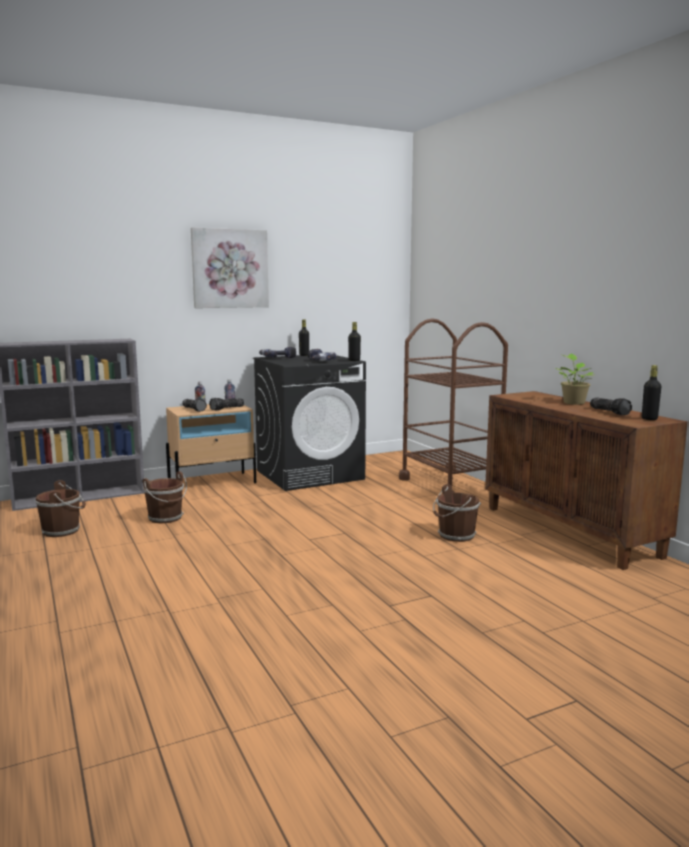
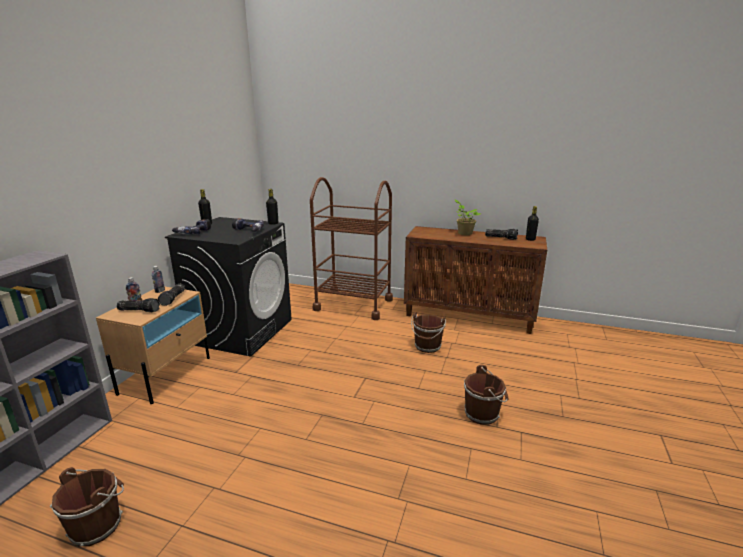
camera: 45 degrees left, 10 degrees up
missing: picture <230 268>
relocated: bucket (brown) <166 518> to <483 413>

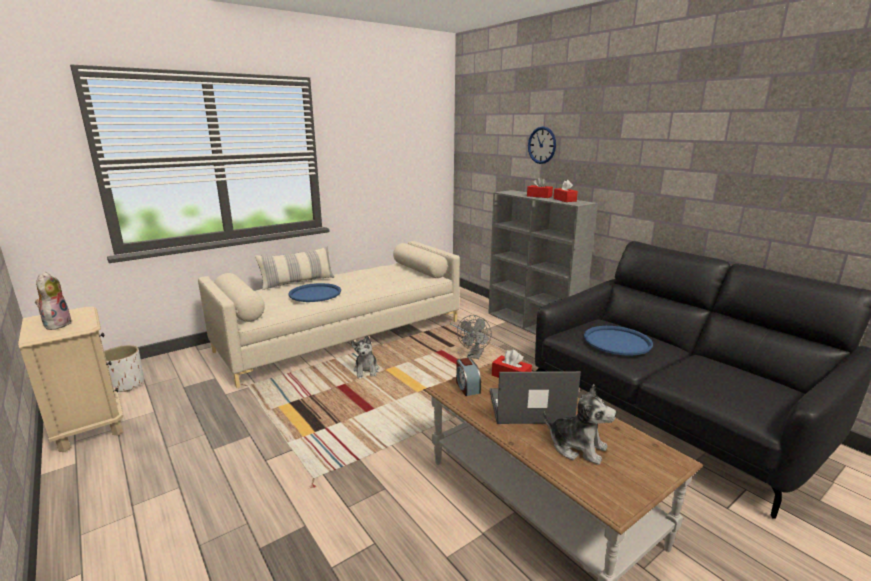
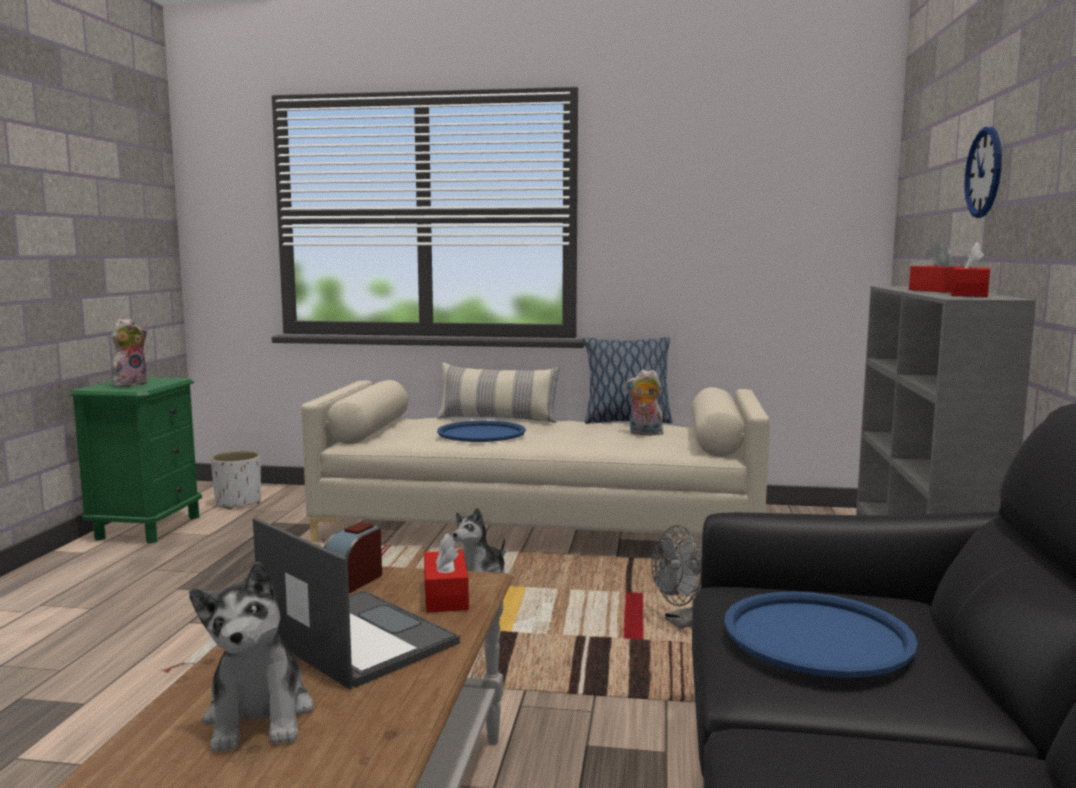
camera: 45 degrees right, 10 degrees down
appeared: pillow <626 421>; plush toy <644 434>
colour: nightstand (beige) <89 426> to nightstand (green) <148 527>

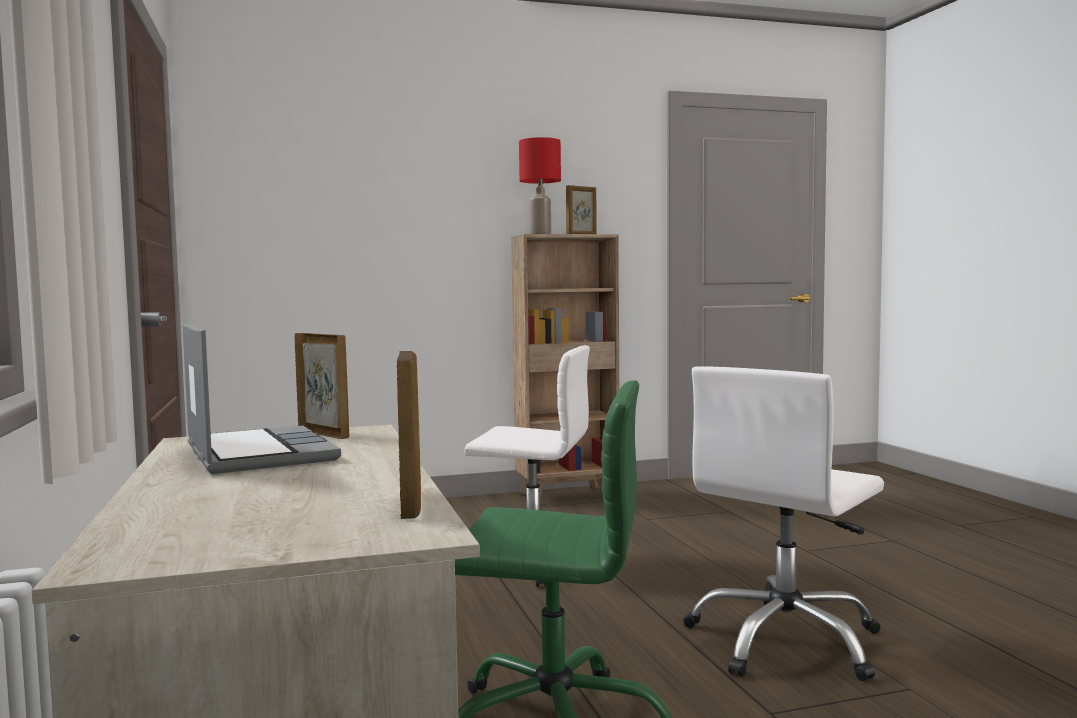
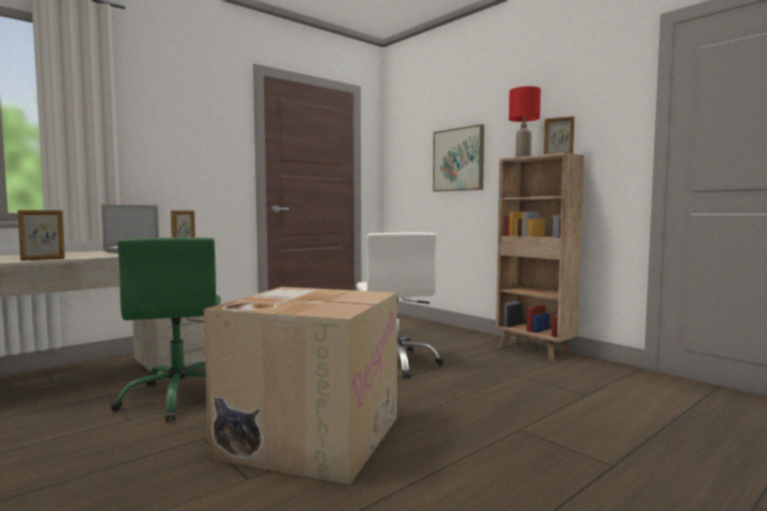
camera: 65 degrees right, 0 degrees up
appeared: picture <458 159>
exchanged: office chair (white) <785 641> to cardboard box <310 435>

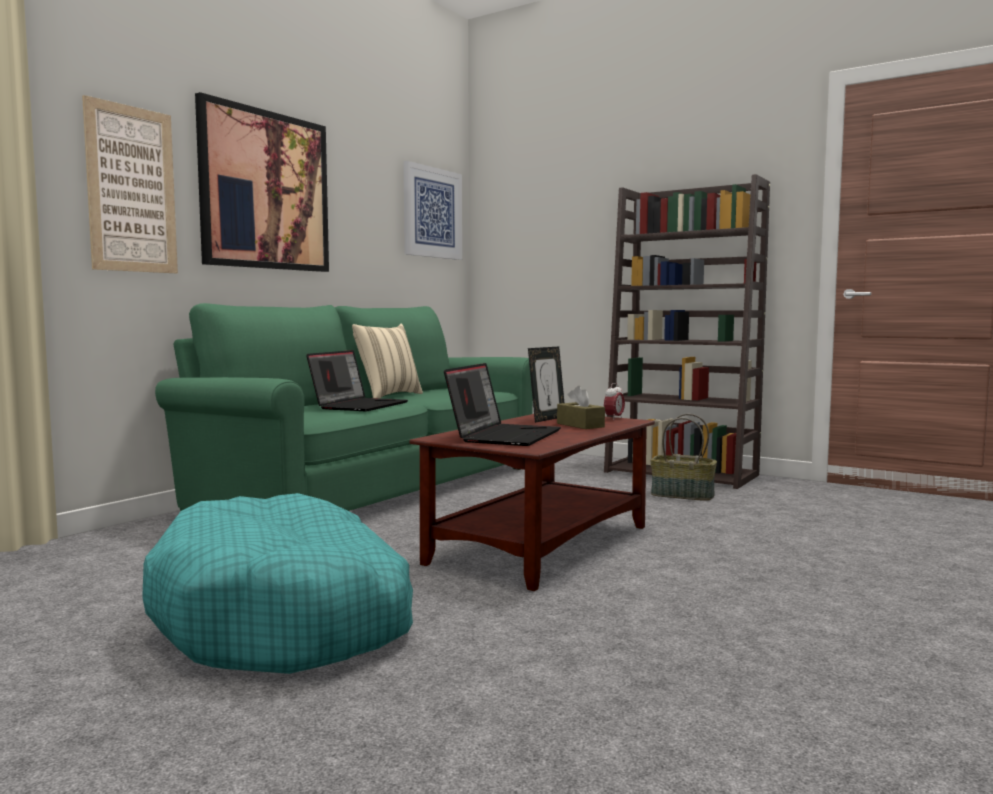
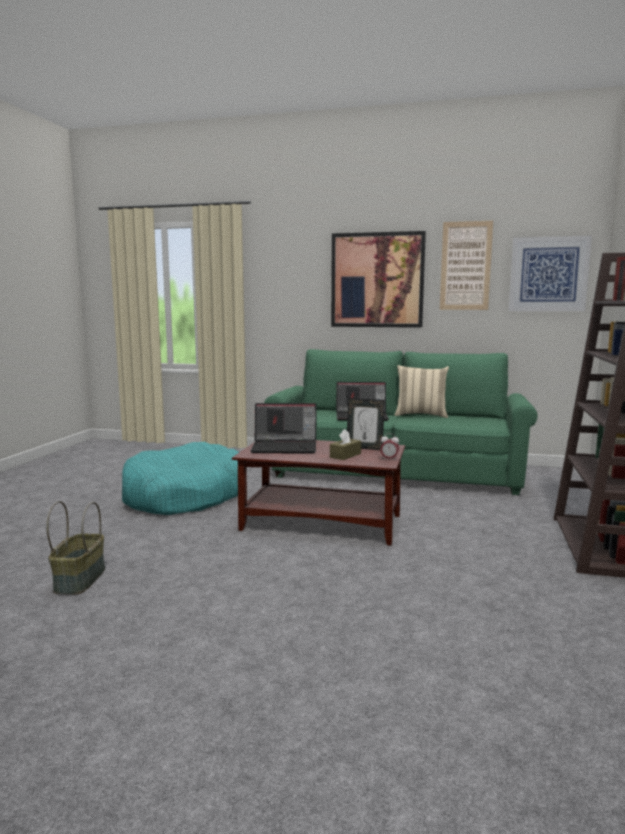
camera: 70 degrees right, 5 degrees up
relocated: picture <131 189> to <465 266>; basket <681 495> to <79 579>

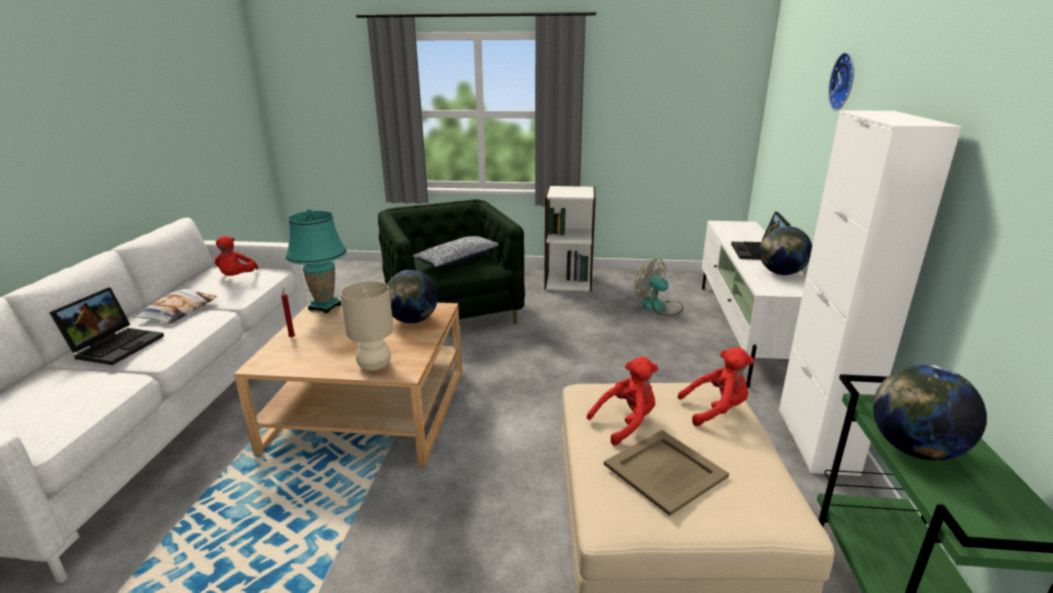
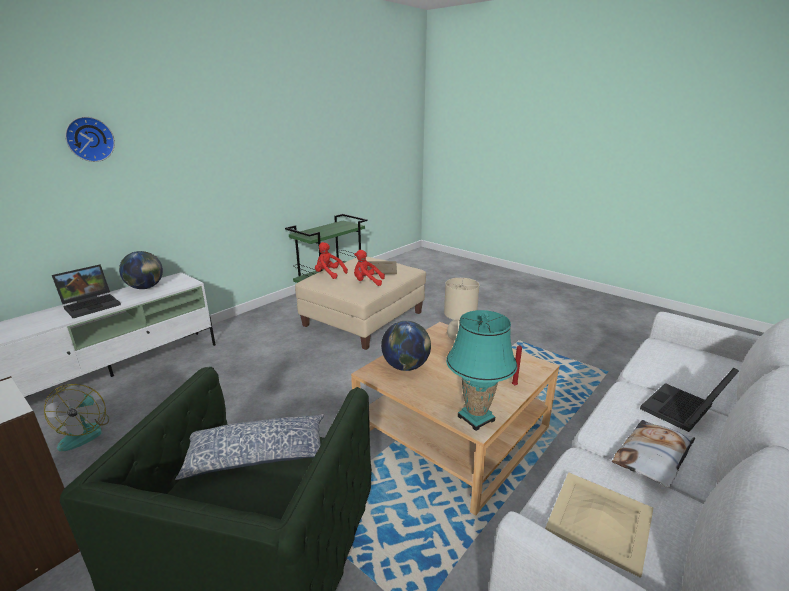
camera: 145 degrees left, 0 degrees up
missing: cabinet (white) <816 440>; globe <914 450>
exchanged: plush toy (red) <237 278> to tray (beige) <600 520>

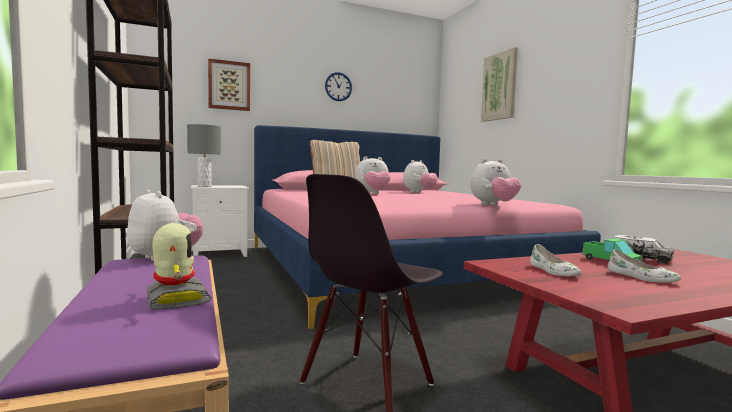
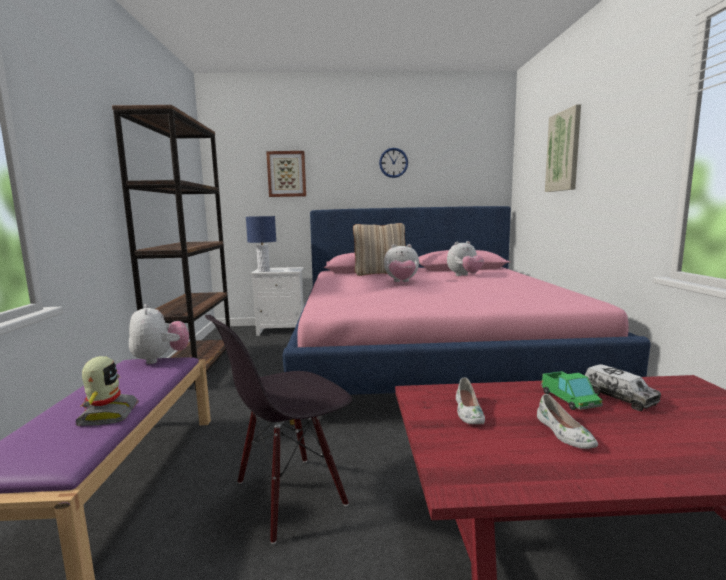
camera: 20 degrees right, 5 degrees up
missing: plush toy <493 205>
colour: table lamp (grey) <204 186> to table lamp (blue) <264 271>

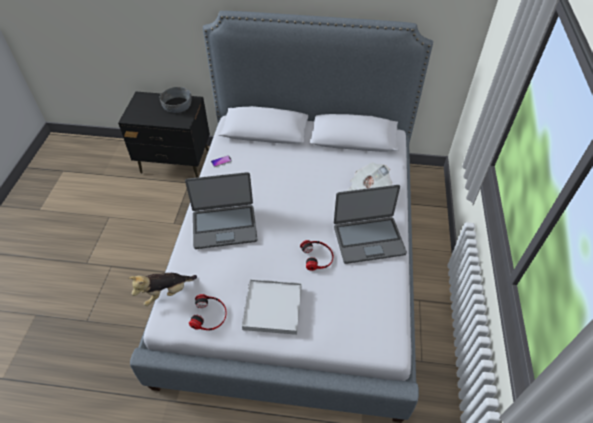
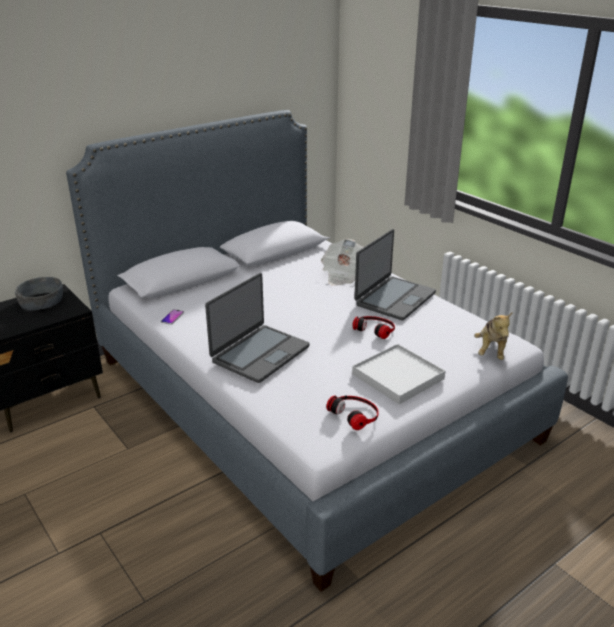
camera: 45 degrees left, 20 degrees down
relocated: plush toy <166 293> to <491 351>

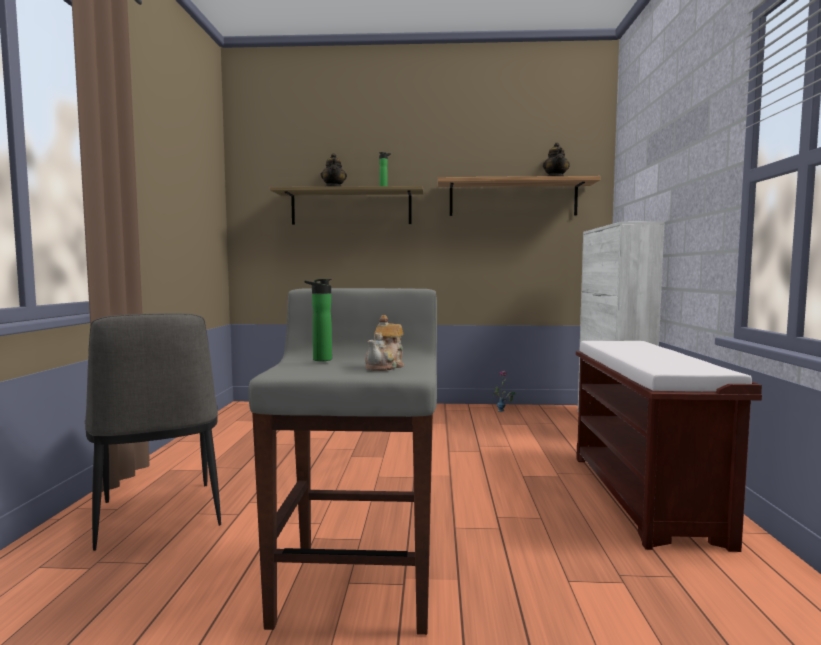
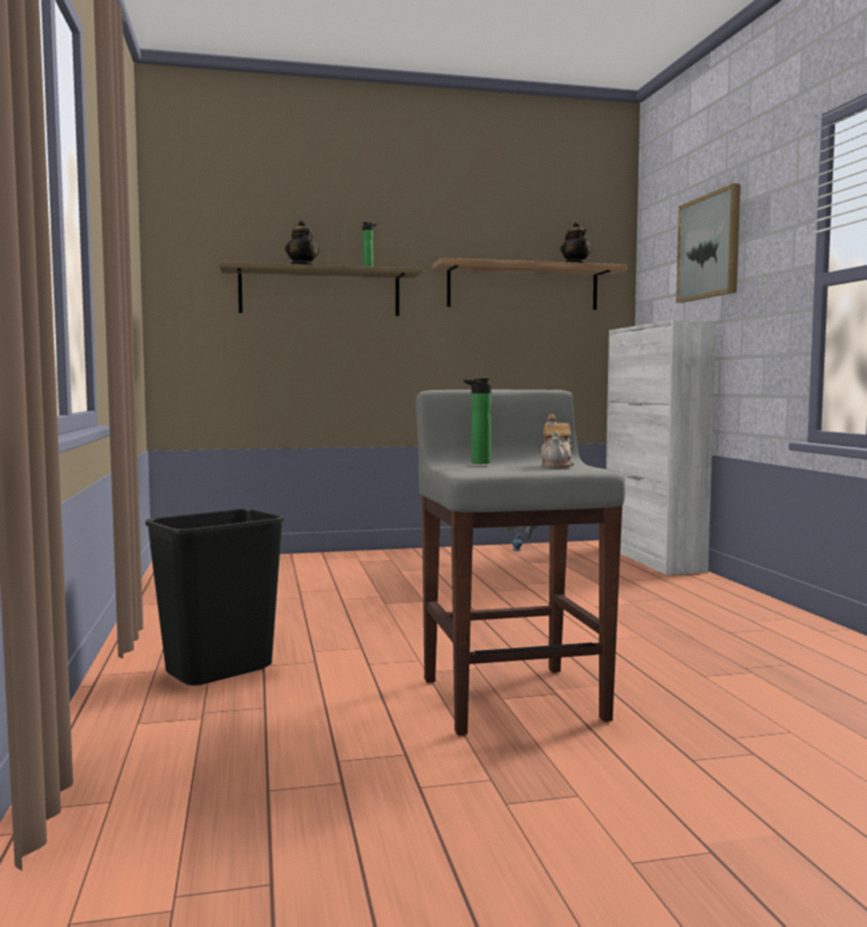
camera: 15 degrees left, 0 degrees up
missing: bench (brown) <644 497>
appeared: picture <709 247>
exchanged: chair <158 516> to trash can (black) <219 671>

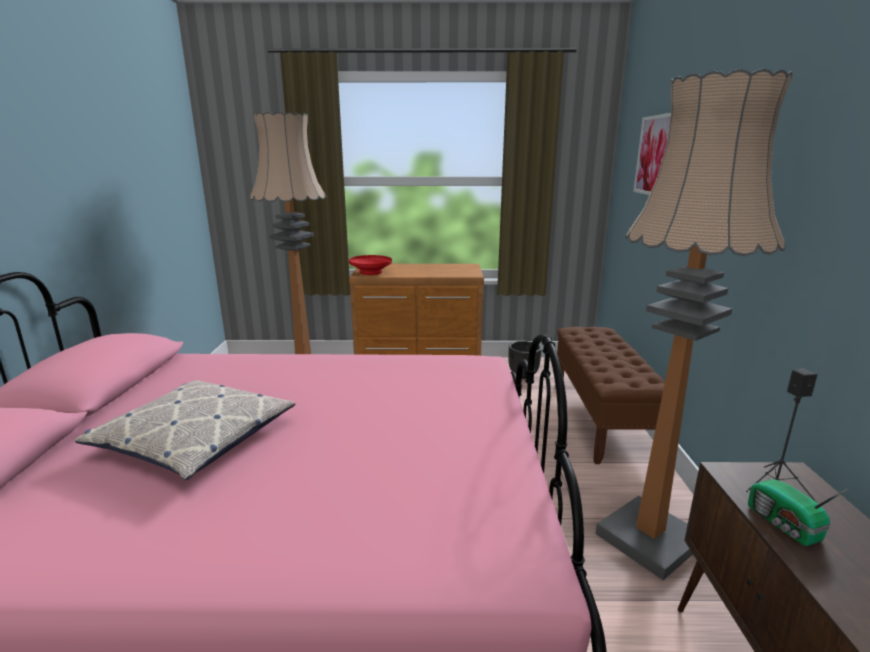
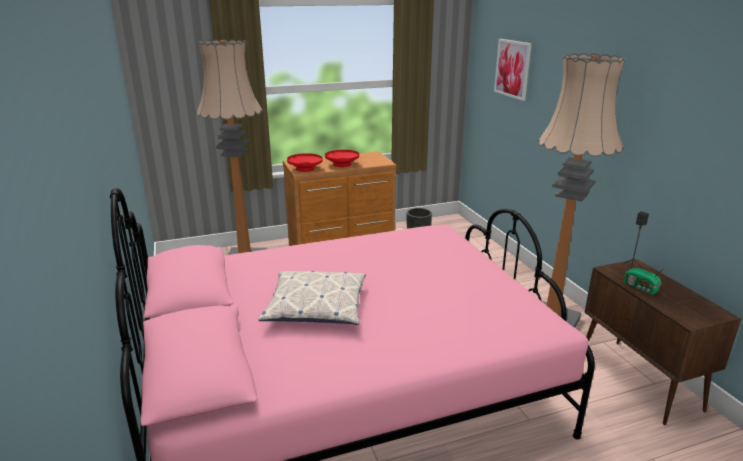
camera: 20 degrees left, 5 degrees up
missing: bench (brown) <601 419>
appeared: bowl (red) <342 164>

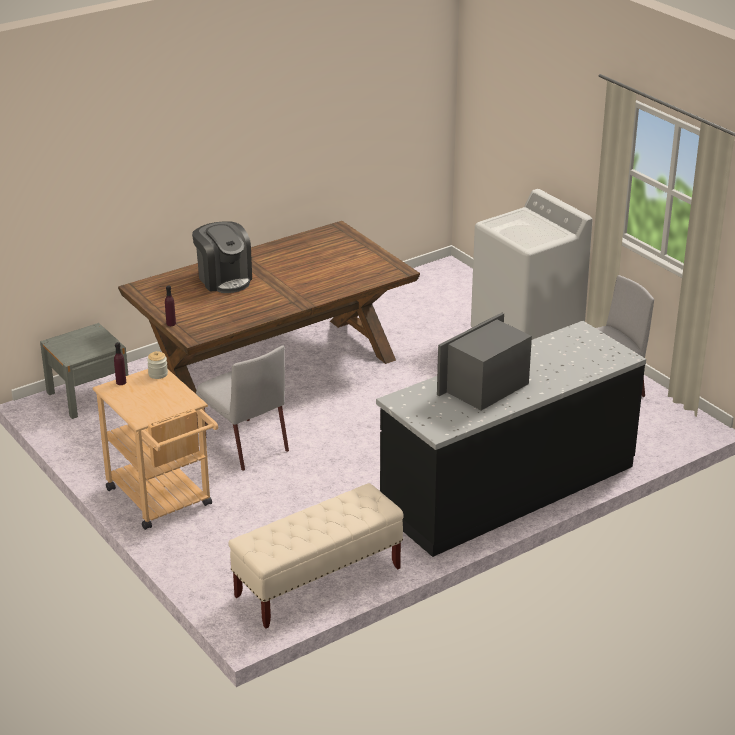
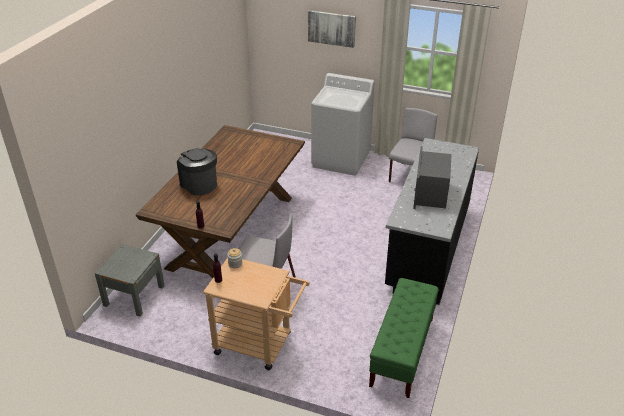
camera: 35 degrees left, 5 degrees up
appeared: picture <331 28>
colour: bench (beige) <318 583> to bench (green) <402 352>
spun: coffee machine <224 279> = <199 184> 150 degrees counterclockwise

